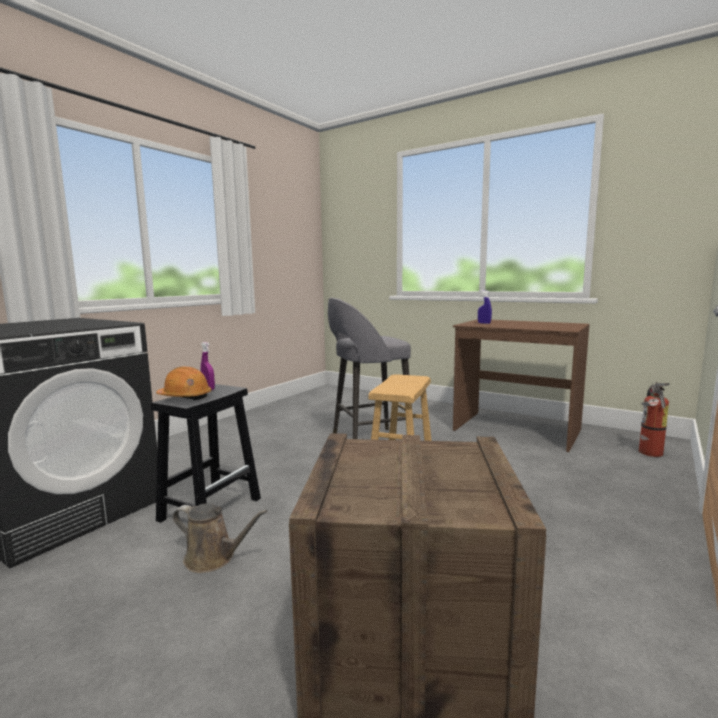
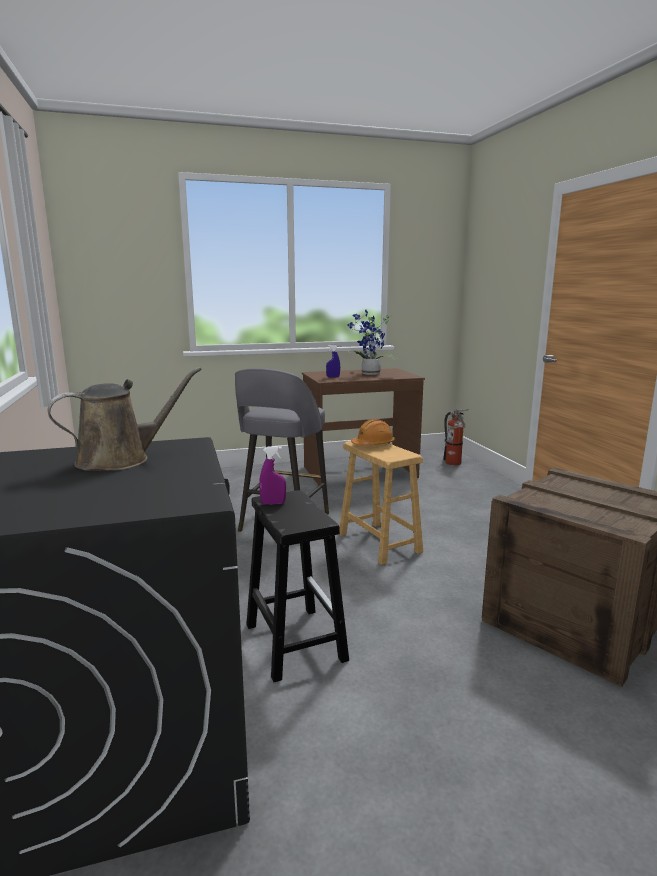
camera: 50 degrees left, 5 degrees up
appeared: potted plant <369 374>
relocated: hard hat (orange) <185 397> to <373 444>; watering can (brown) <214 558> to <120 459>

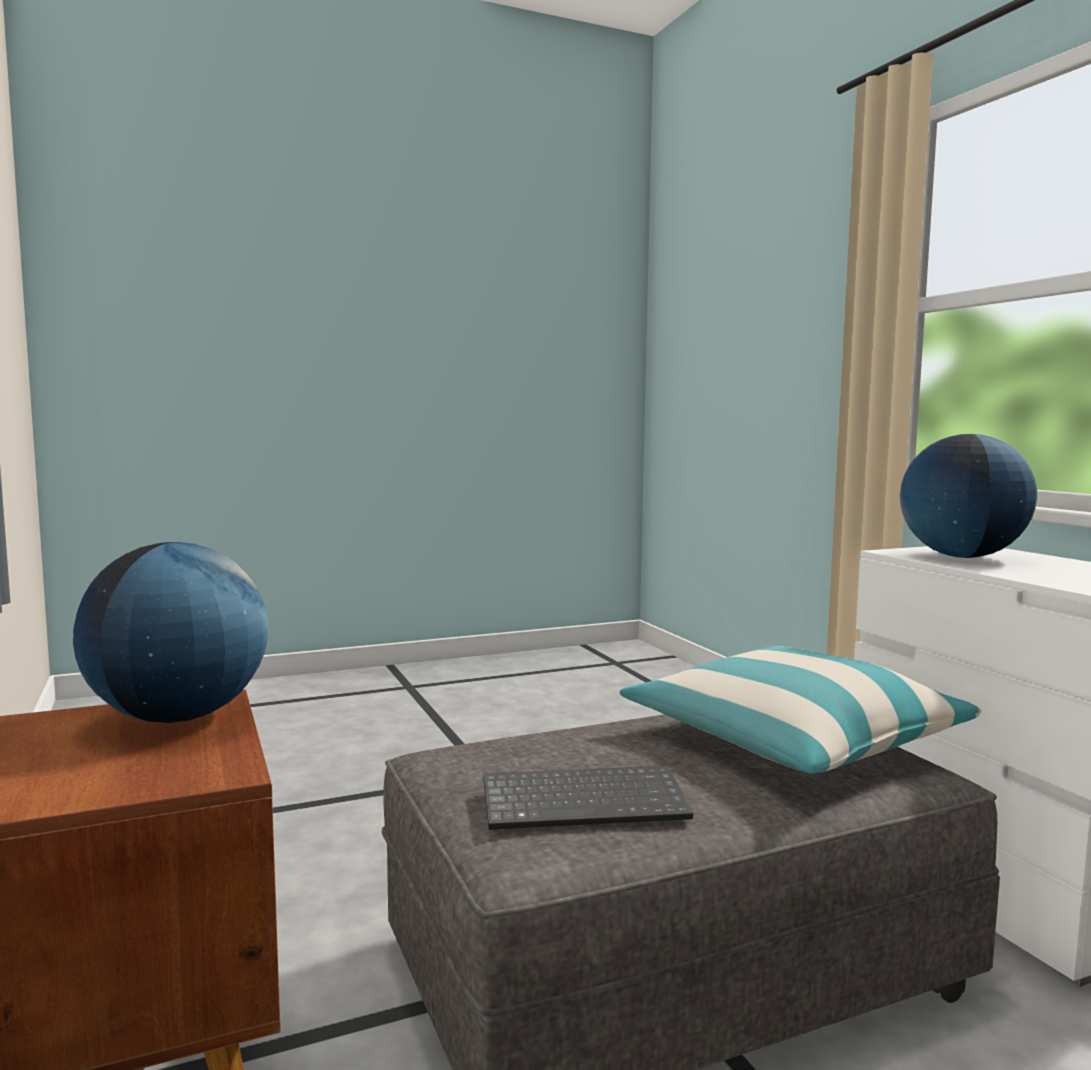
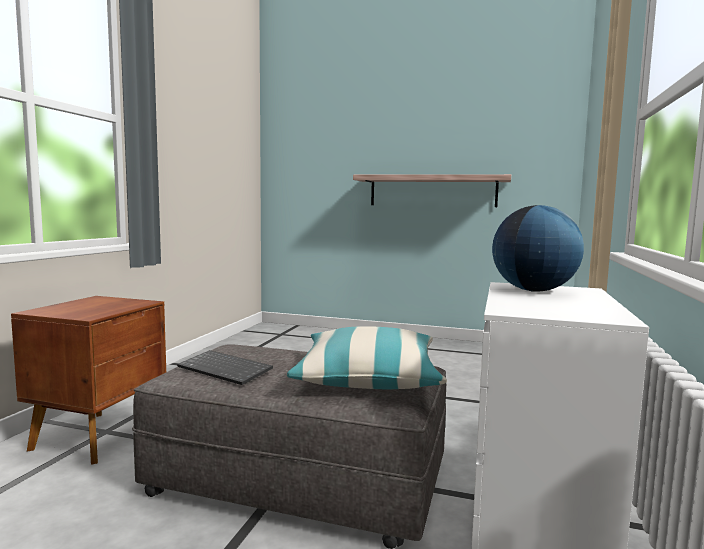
camera: 40 degrees right, 0 degrees up
missing: globe <178 717>
appeared: shelf <432 191>

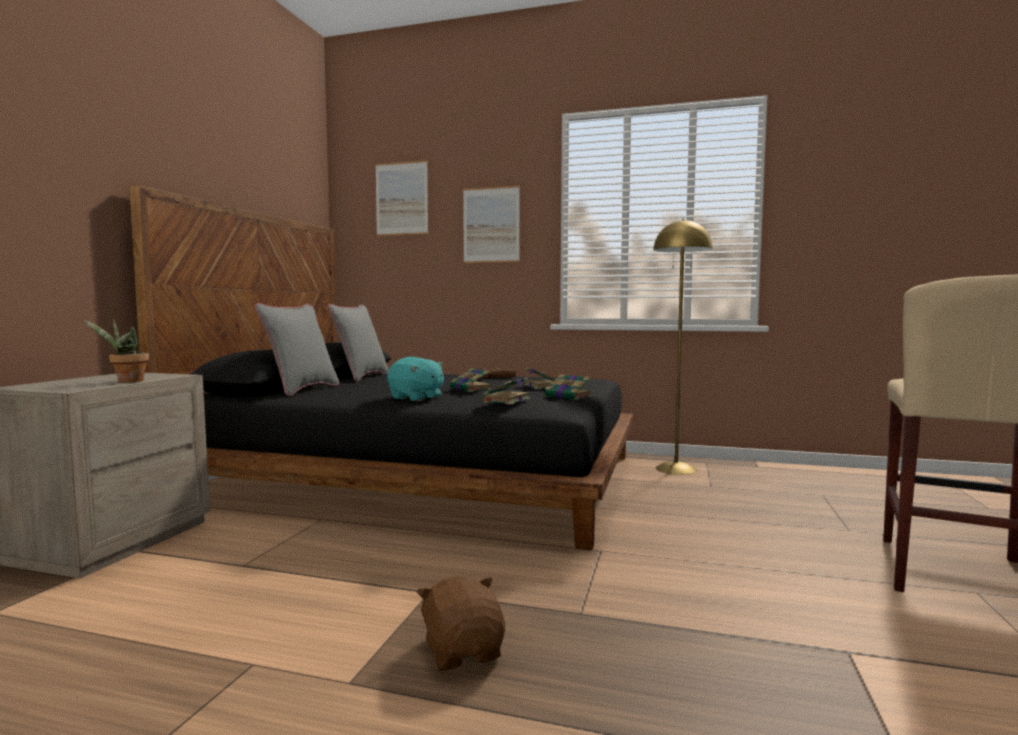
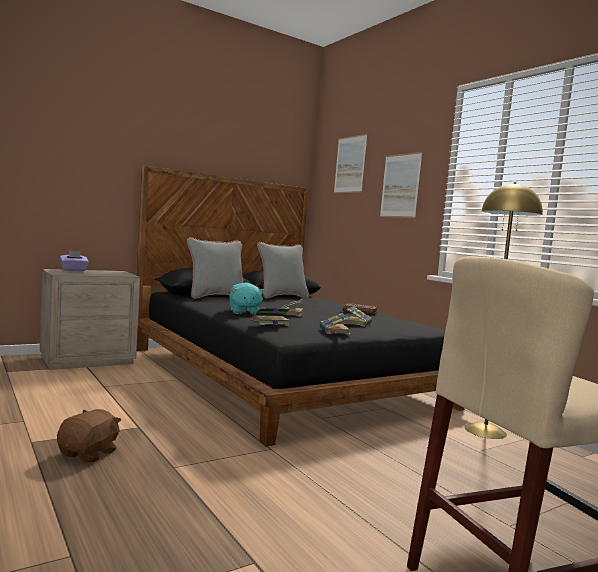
camera: 40 degrees right, 0 degrees up
missing: potted plant <126 381>
appeared: tissue box (purple) <74 270>

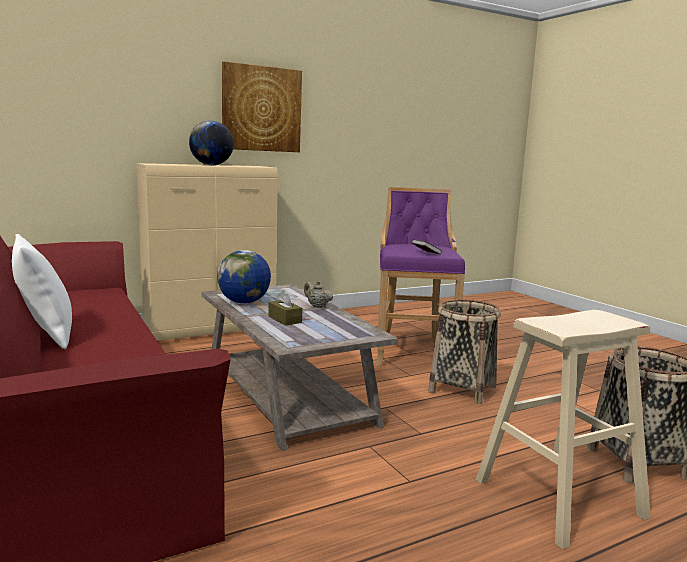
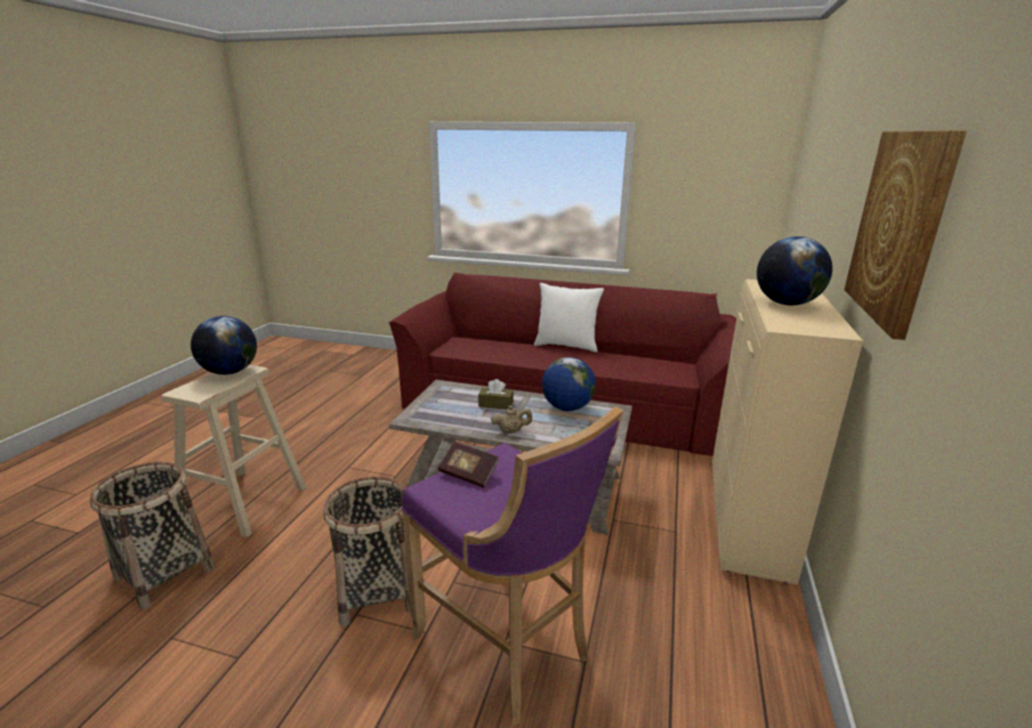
camera: 135 degrees right, 10 degrees up
appeared: globe <230 372>

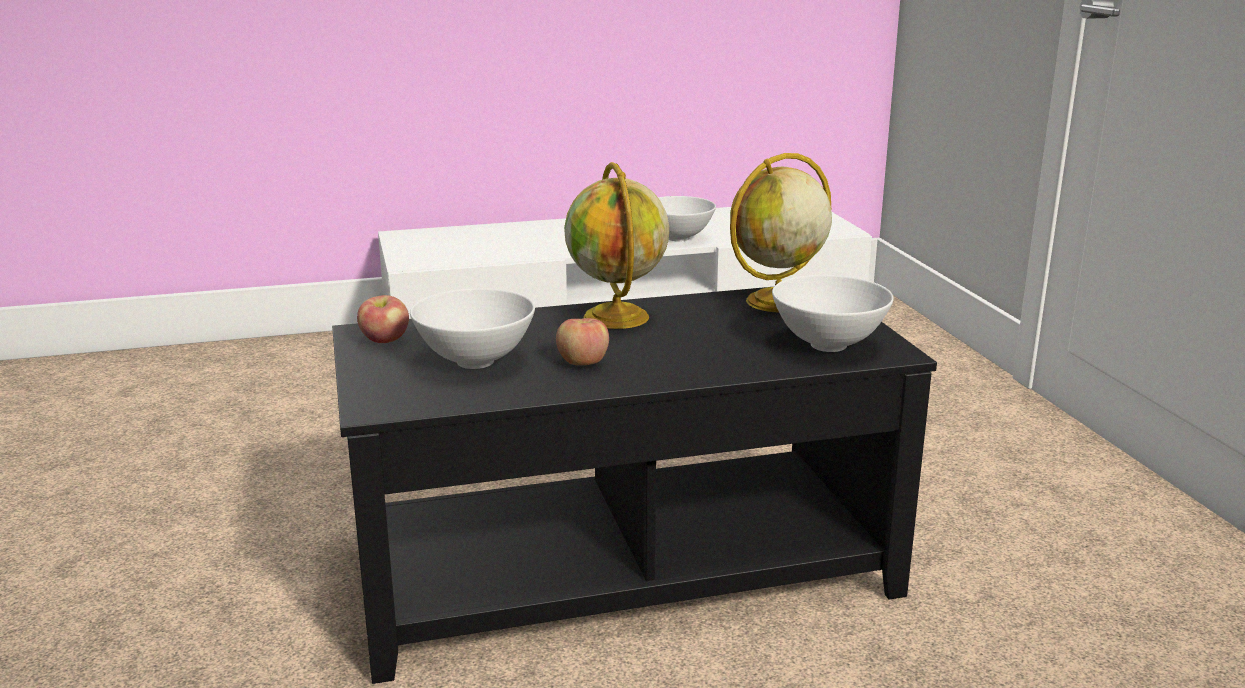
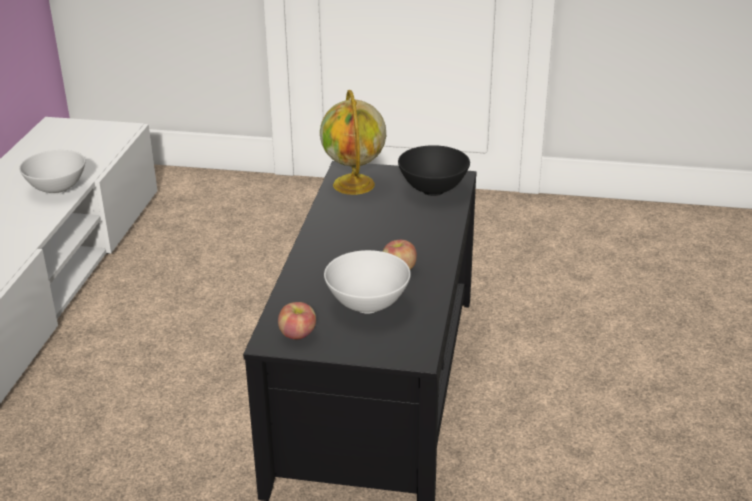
camera: 65 degrees left, 10 degrees up
missing: globe <617 318>
colour: bowl (white) <828 345> to bowl (black) <433 191>

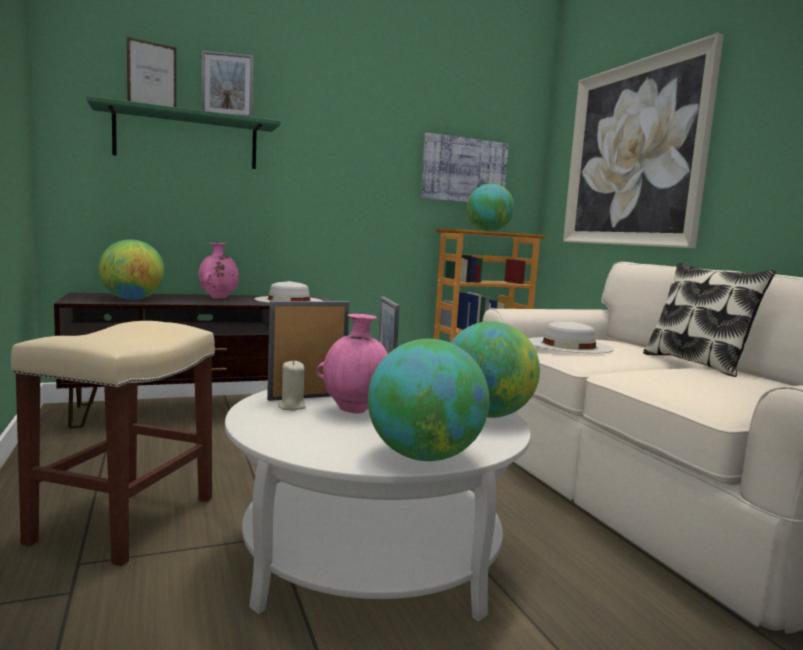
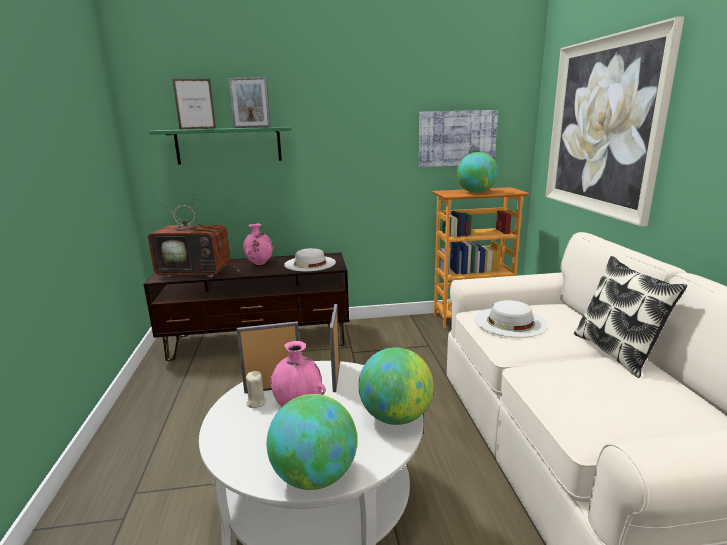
camera: 15 degrees right, 10 degrees up
missing: stool (beige) <126 518>
exchanged: globe <132 299> to television <197 272>

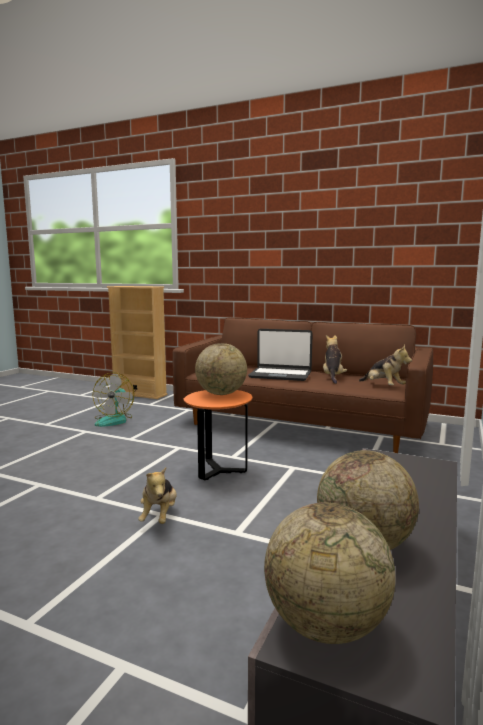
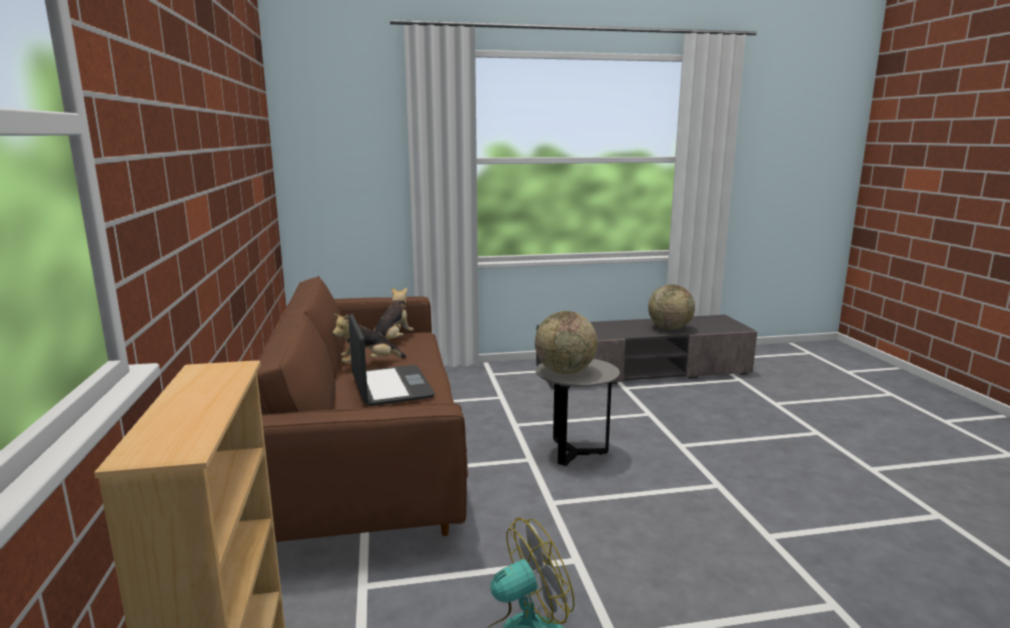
camera: 125 degrees left, 5 degrees up
missing: plush toy <159 516>; globe <325 625>
colour: side table (orange) <219 471> to side table (grey) <575 453>

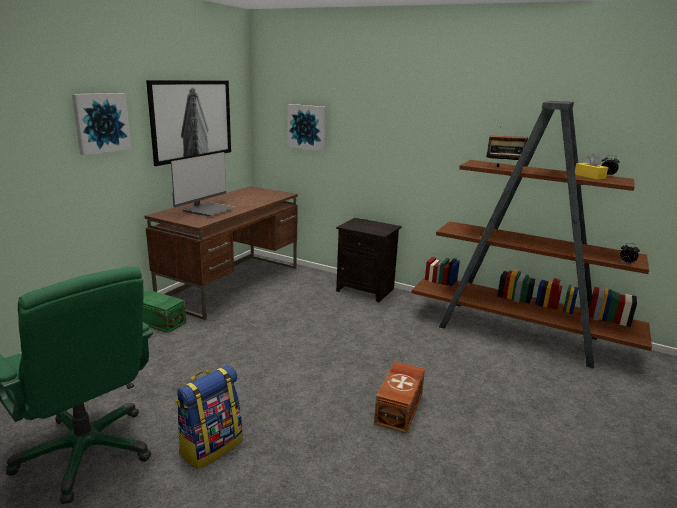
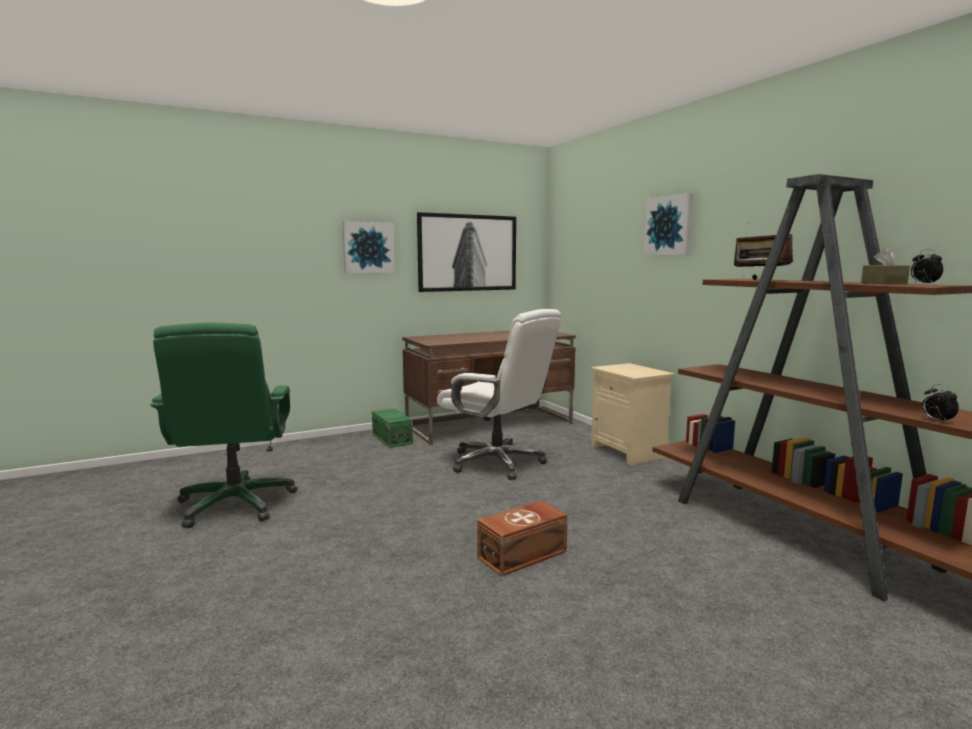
camera: 35 degrees right, 10 degrees down
missing: monitor <208 210>; backpack <211 446>
appeared: office chair (white) <498 463>
relocated: picture <307 127> to <669 226>
colour: nightstand (black) <366 290> to nightstand (beige) <629 452>; tissue box (yellow) <589 176> to tissue box (brown) <883 283>

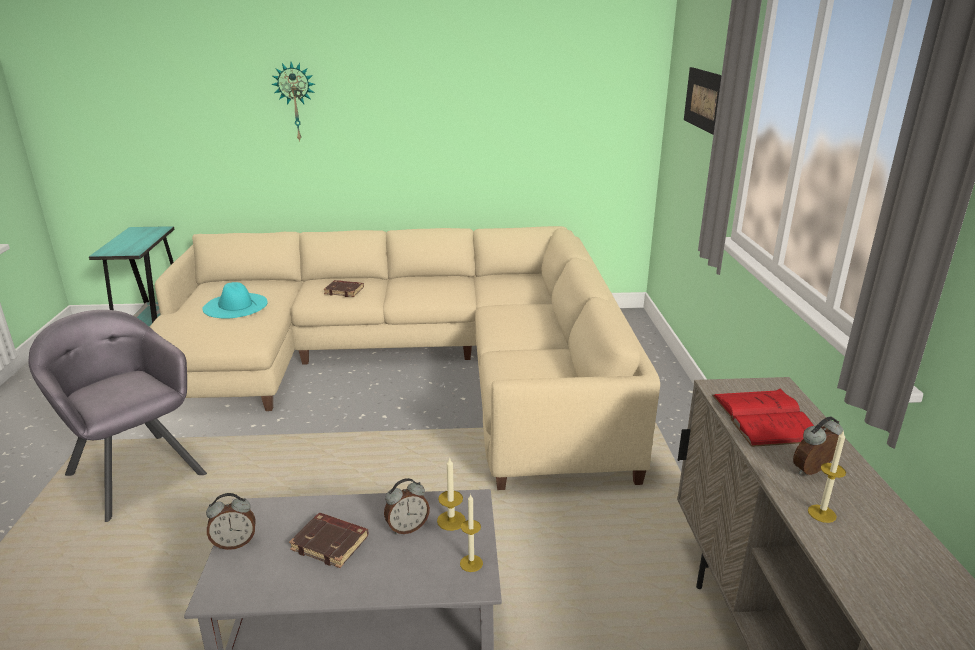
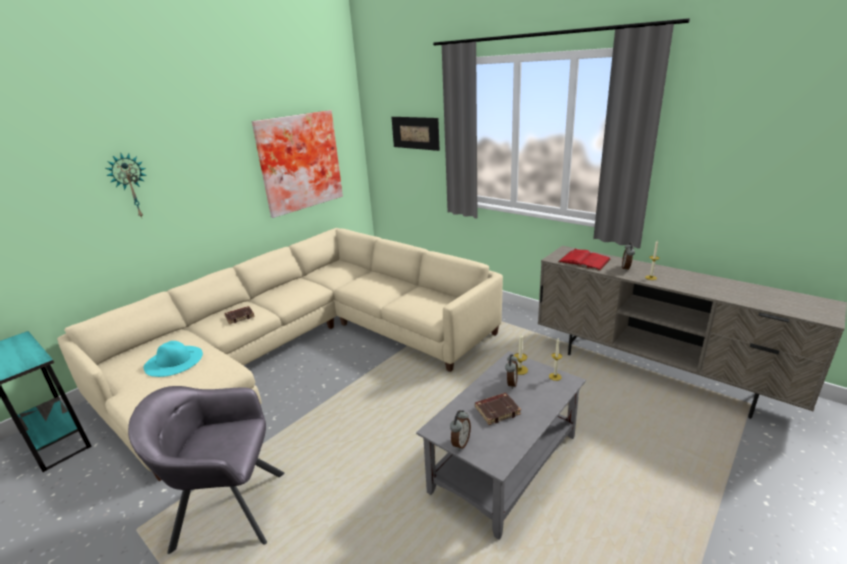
camera: 45 degrees left, 0 degrees up
appeared: picture <299 162>

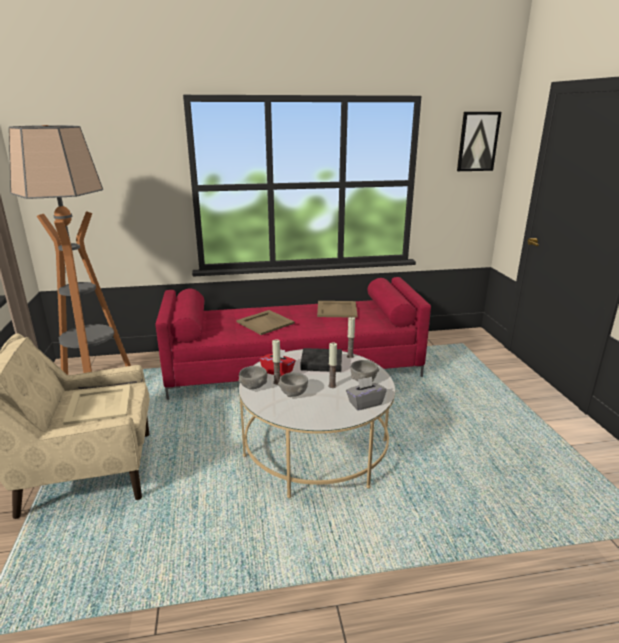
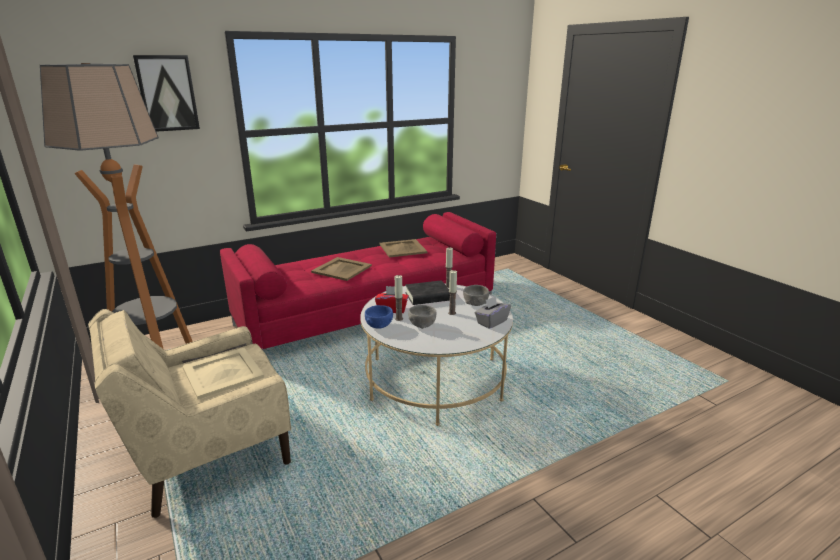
camera: 20 degrees left, 0 degrees up
relocated: picture <477 141> to <167 93>
colour: bowl (grey) <253 386> to bowl (blue) <379 326>

